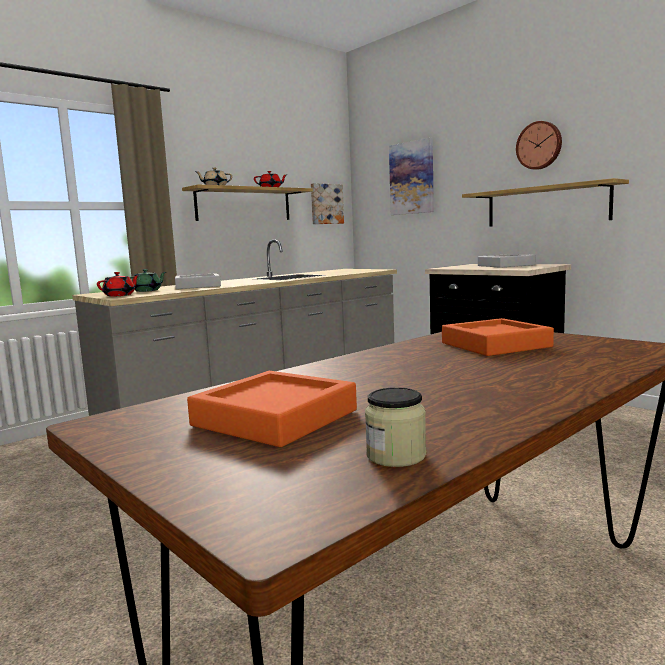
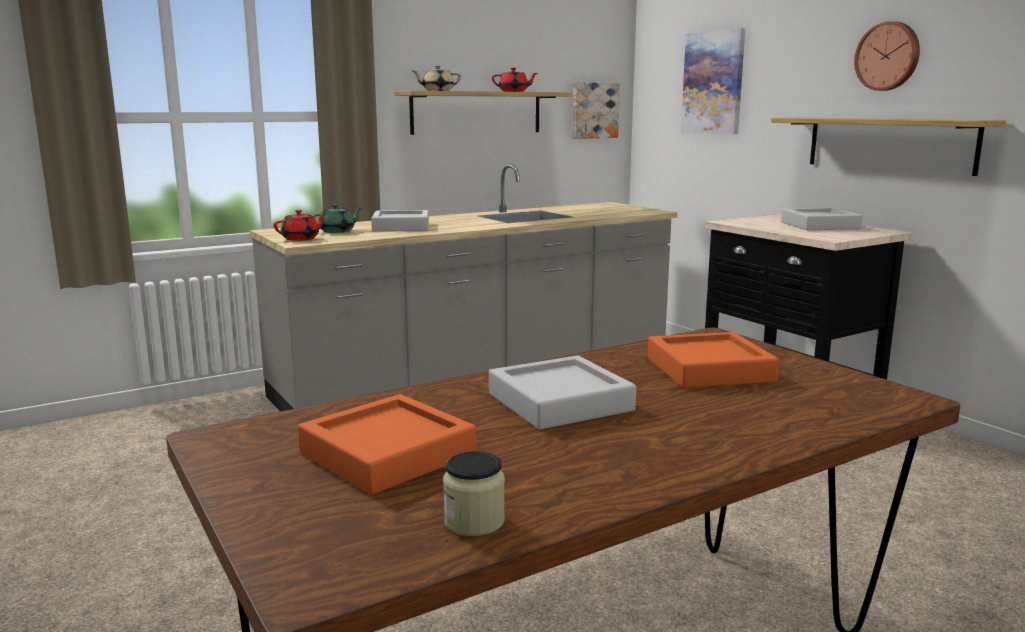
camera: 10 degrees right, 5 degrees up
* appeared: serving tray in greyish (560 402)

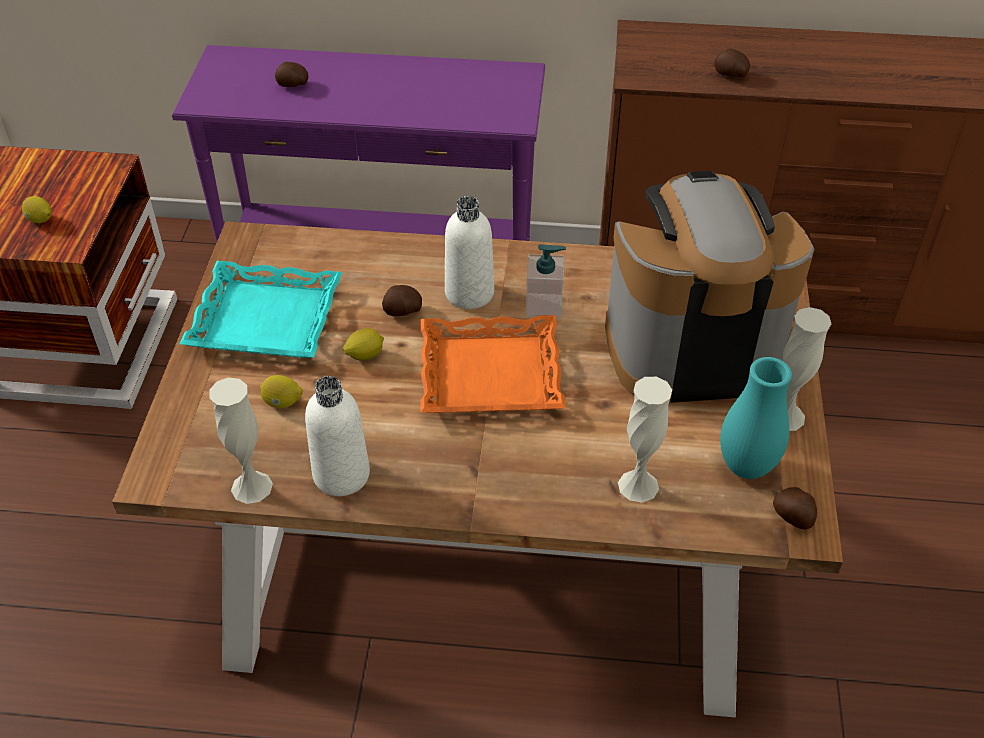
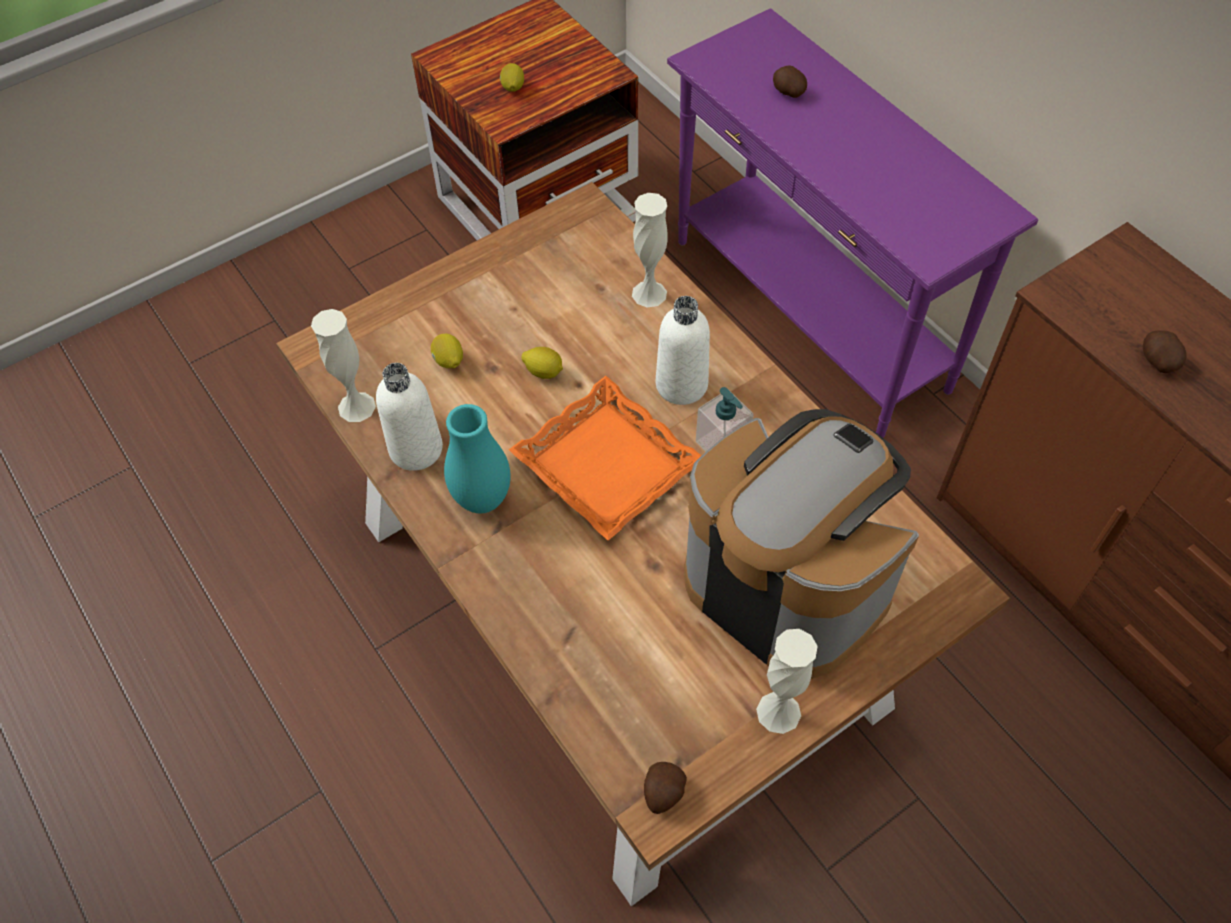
camera: 50 degrees right, 10 degrees up
* relocated: decorative vase in blue-green (746 466) to (482 499)
* relocated: decorative vase in white-coloured (638 485) to (649 293)
* missing: serving tray in blue-green (265 320)
* missing: spud (402 312)

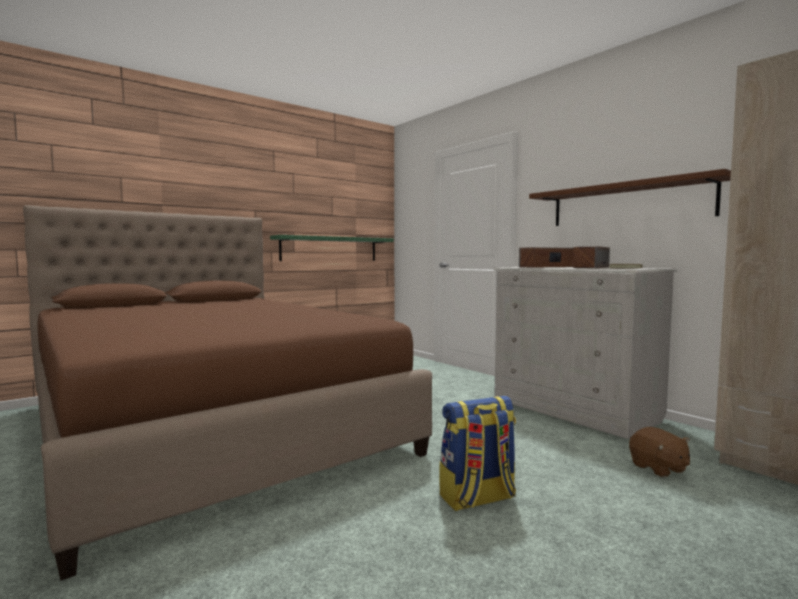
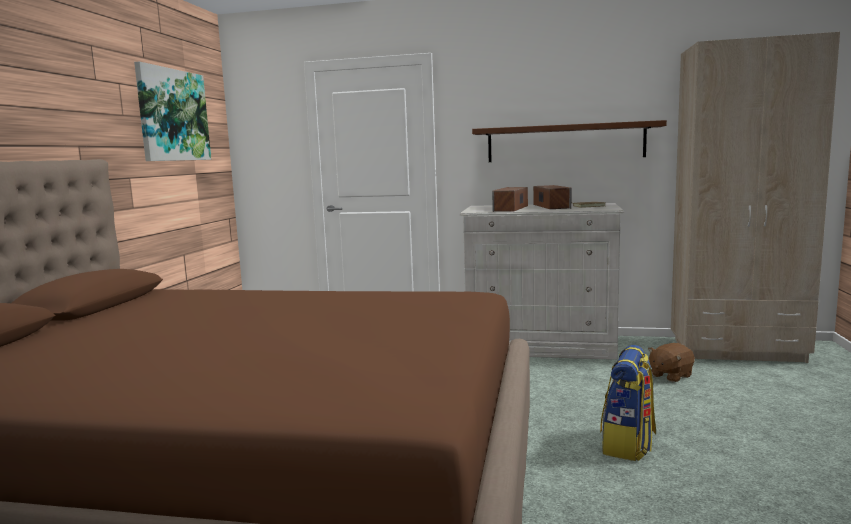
camera: 40 degrees left, 5 degrees up
* appeared: wall picture (173 115)
* spun: cuddly toy in brownish (658 468) = (670 375) 120 degrees clockwise
* missing: shelf in green-coloured (330 249)

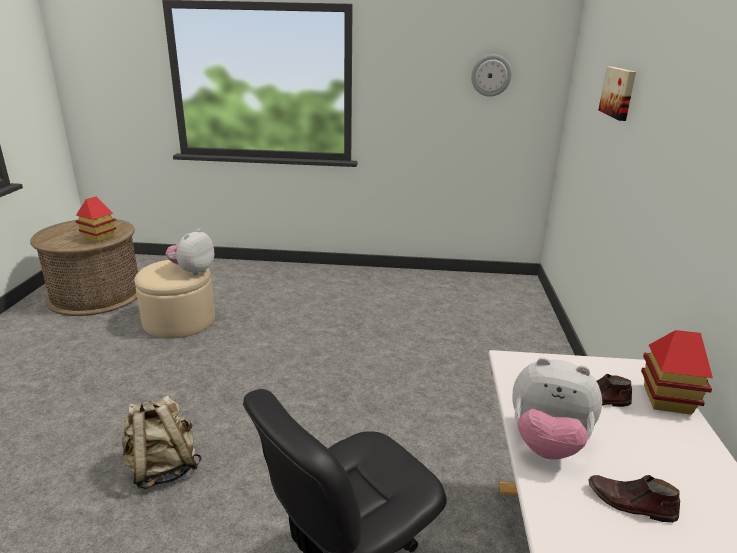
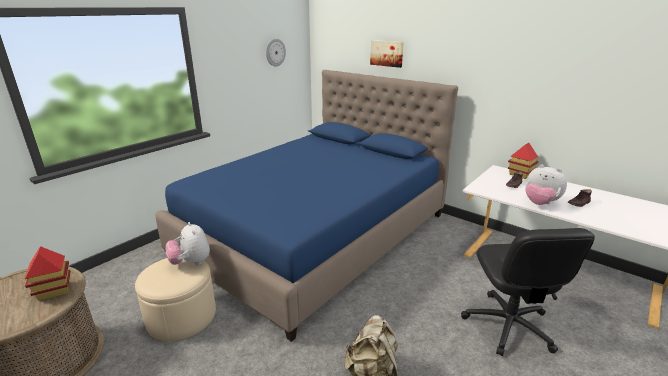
camera: 55 degrees left, 0 degrees up
* appeared: sleeping bed in blue (316 234)
* spun: cuddly toy (547 443) = (540 203) 75 degrees clockwise

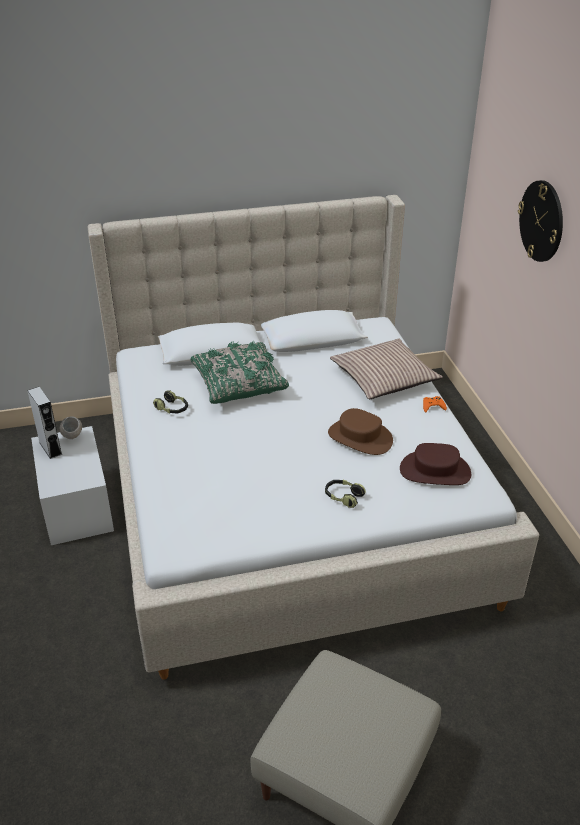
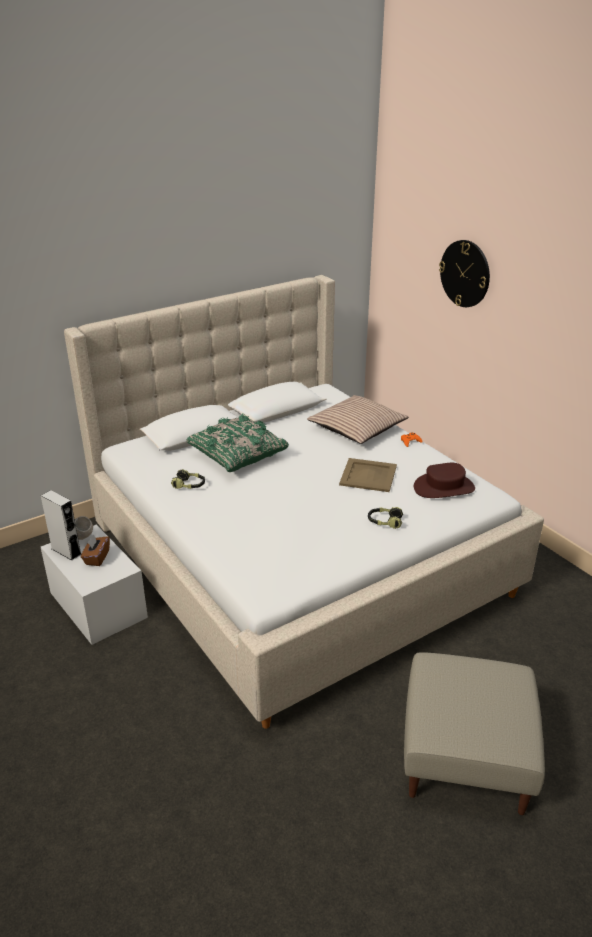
camera: 20 degrees left, 5 degrees down
* appeared: tissue holder in brownish (97 558)
* exchanged: wearable hat in brownish (359 437) to serving tray in sand-coloured (367 475)

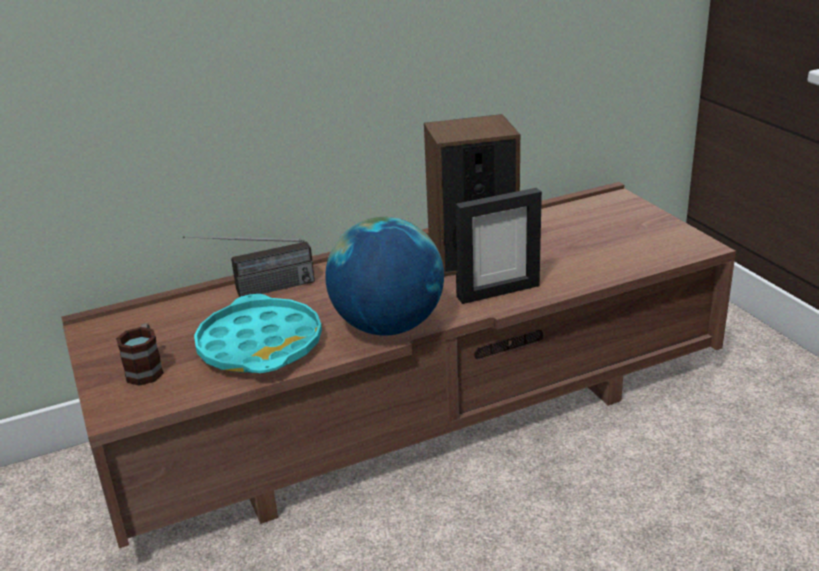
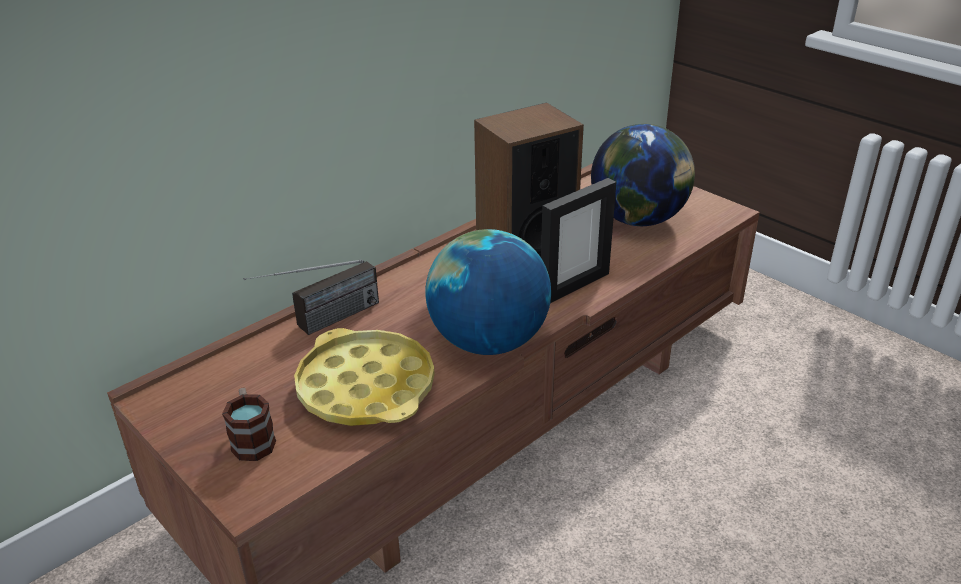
camera: 20 degrees left, 5 degrees up
* colour: serving tray in blue-green (260 345) to serving tray in yellowish (366 387)
* appeared: globe (638 219)

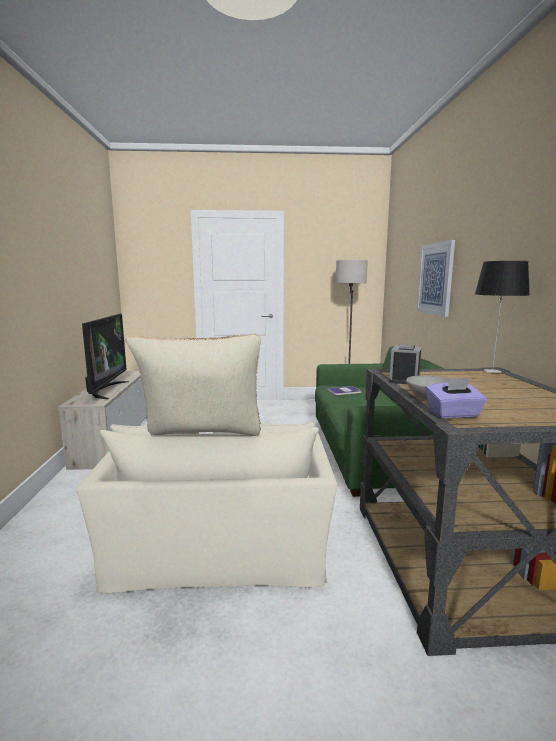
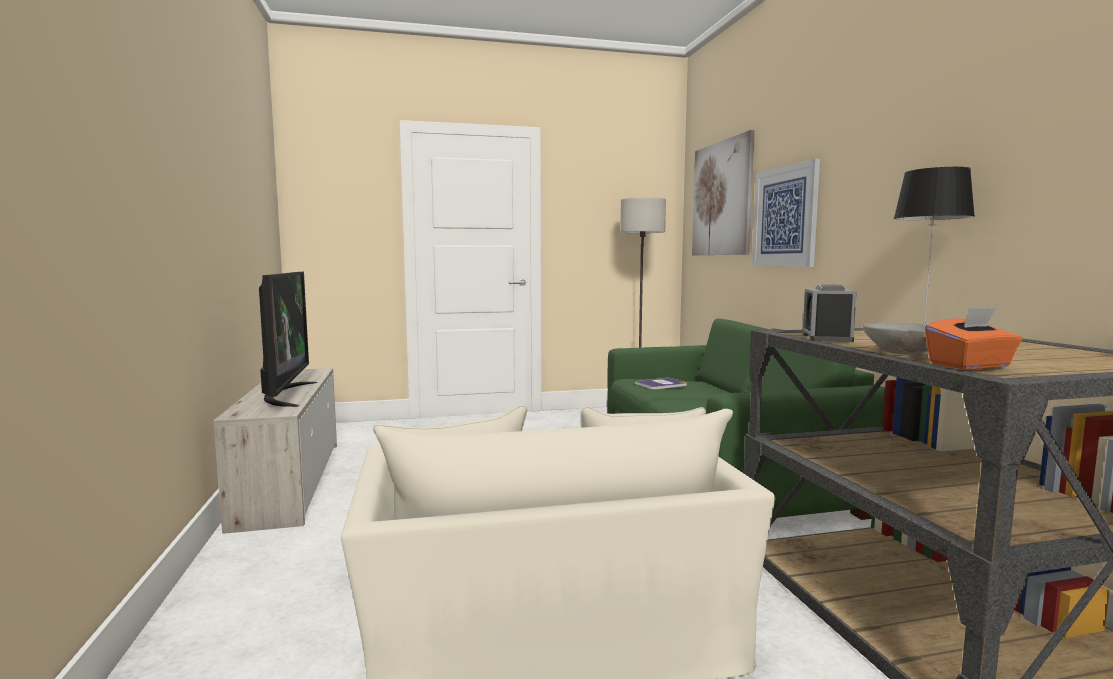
camera: 10 degrees left, 5 degrees down
* appeared: wall picture (721 199)
* colour: tissue holder in purple-coloured (453 414) to tissue holder in orangey (970 366)
* missing: pillow in sand-coloured (201 442)

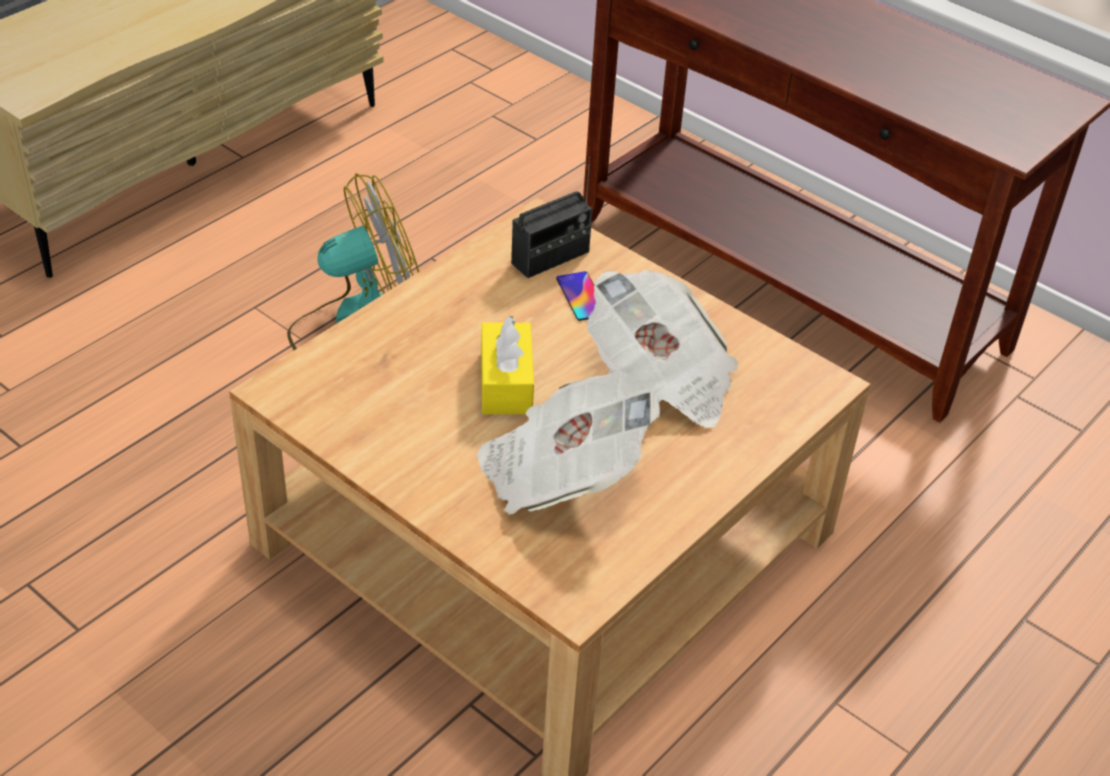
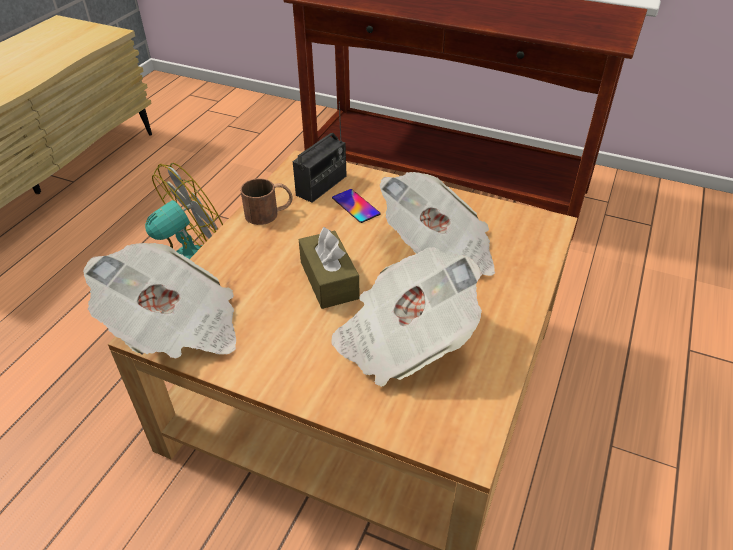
camera: 15 degrees left, 0 degrees up
* appeared: daily paper (176 328)
* appeared: tea mug in brownish (269 213)
* colour: tissue holder in yellowish (506 383) to tissue holder in brownish (329 280)

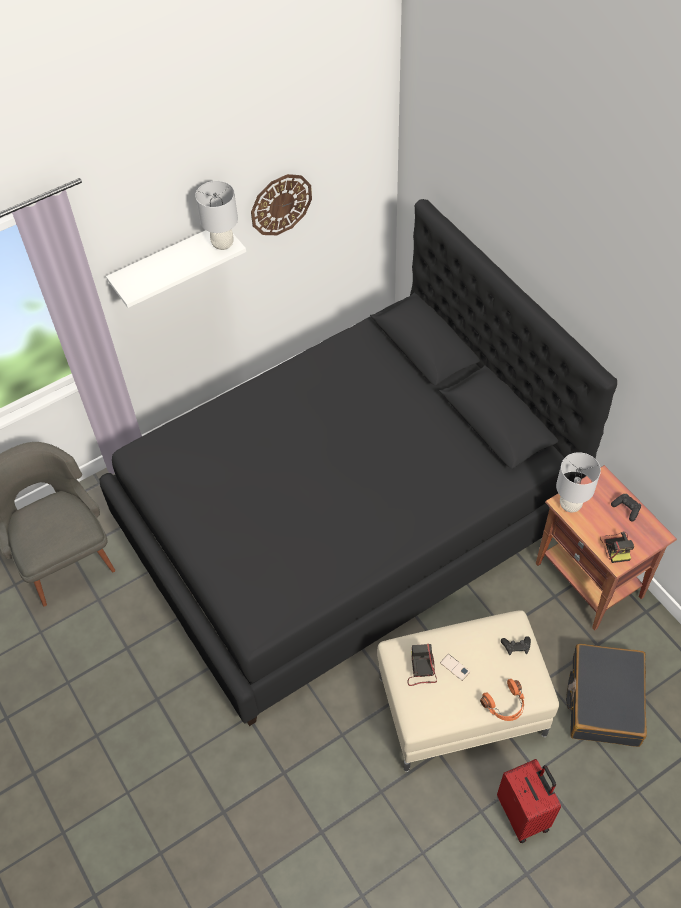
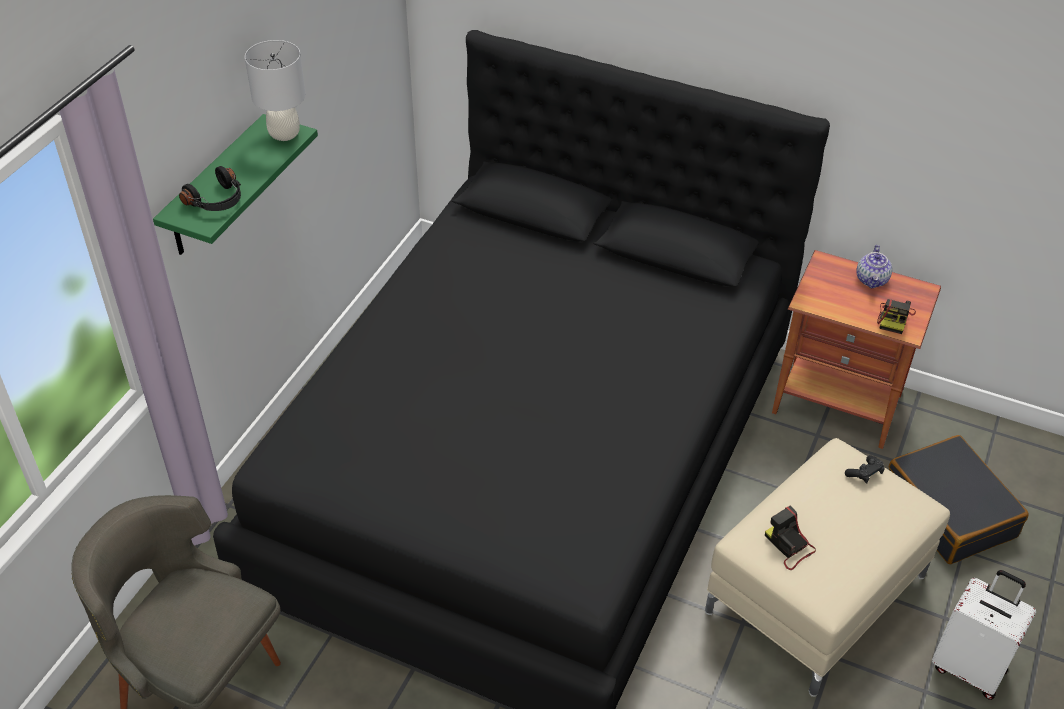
camera: 35 degrees left, 10 degrees down
* colour: shelf in white-coloured (169 264) to shelf in green-coloured (215 188)
* appeared: pair of headphones in blackish (217 201)
* exchanged: gamepad in blackish (626 509) to pot for tea (872 280)
* spun: photo camera (616 547) = (894 318) 60 degrees clockwise
* colour: suitcase in reddish (524 814) to suitcase in white-coloured (969 668)
* missing: hanging clock (281 204)
* missing: telephone (455 667)
* missing: pair of headphones in orangey (505 705)
* missing: tabletop lamp in greyish (571 505)

